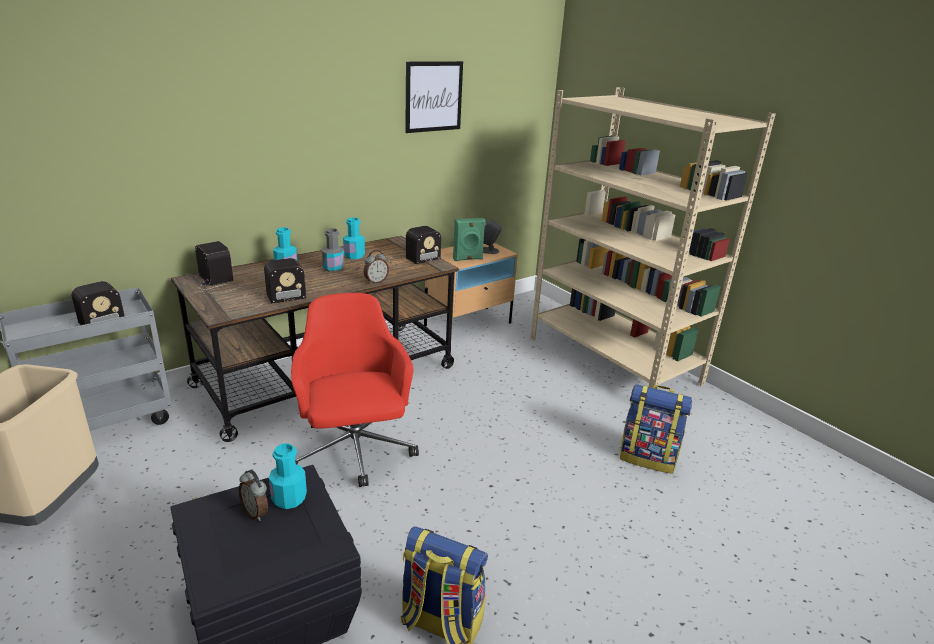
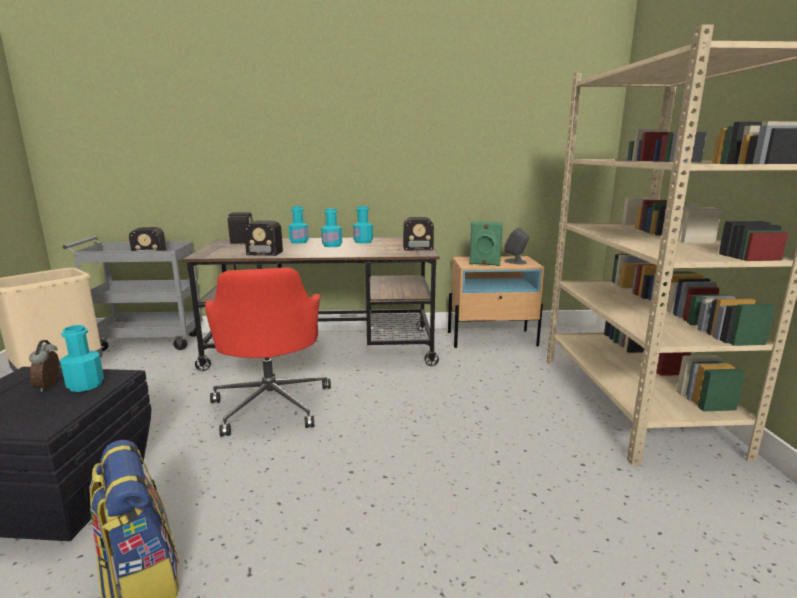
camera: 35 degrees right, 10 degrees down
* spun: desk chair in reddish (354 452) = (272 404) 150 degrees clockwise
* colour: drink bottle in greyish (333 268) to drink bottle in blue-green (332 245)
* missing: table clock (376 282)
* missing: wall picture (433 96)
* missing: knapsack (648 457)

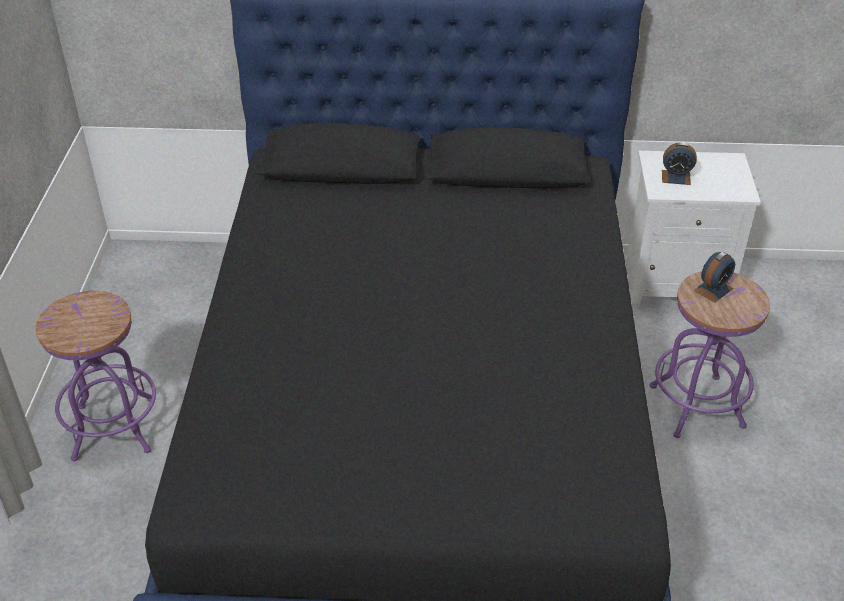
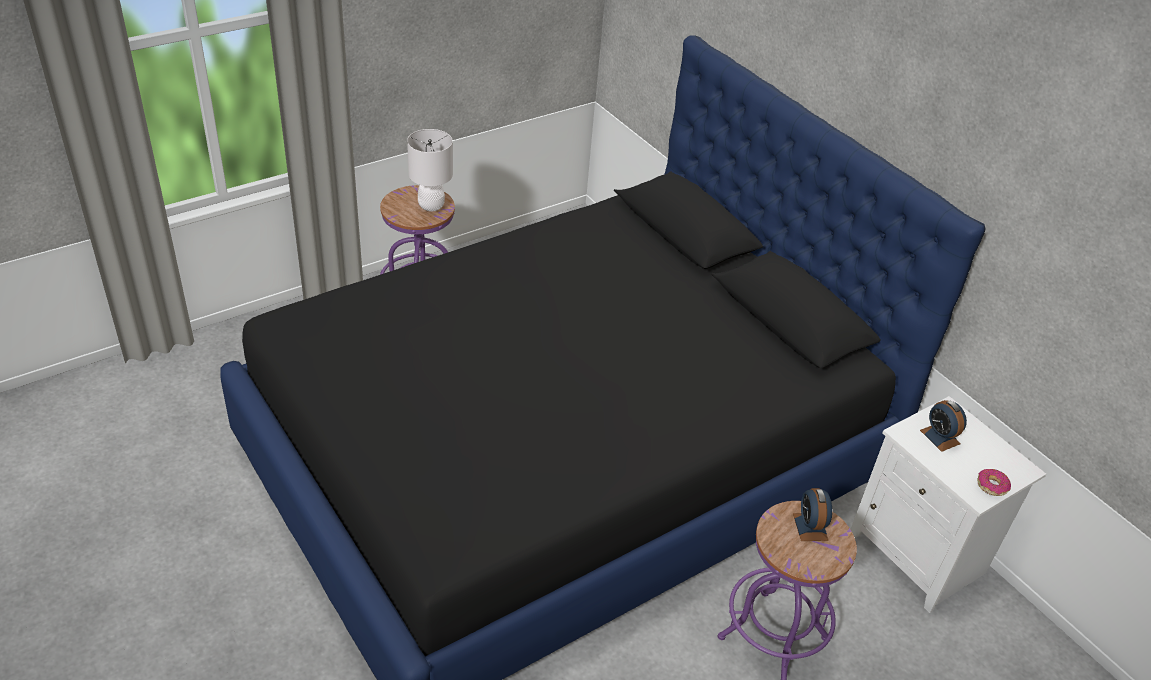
camera: 50 degrees right, 0 degrees up
* appeared: tabletop lamp in white-coloured (432 207)
* spun: table clock (713 289) = (810 527) 75 degrees clockwise
* appeared: ring doughnut (991 486)

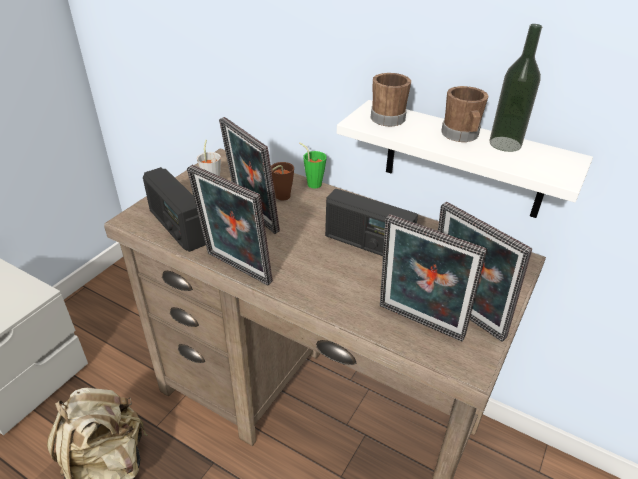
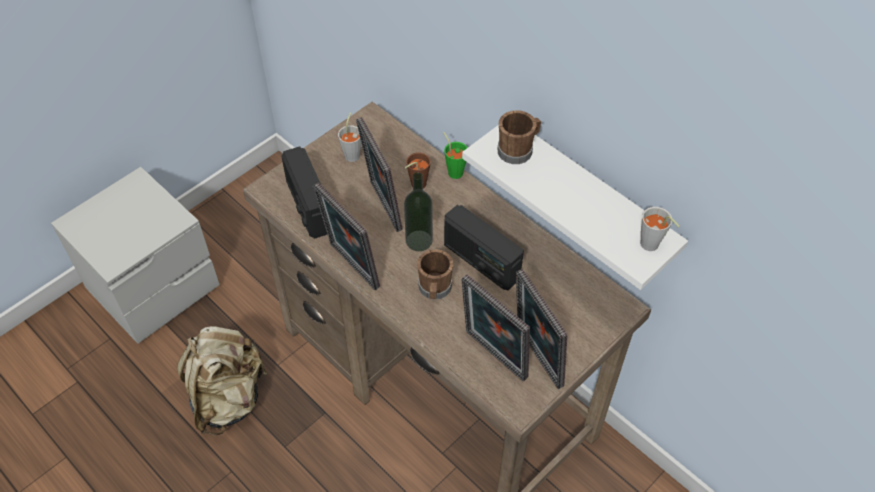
camera: 15 degrees right, 15 degrees up
* relocated: drink bottle (505 144) to (419 240)
* relocated: tea mug in brownish (461 136) to (434 289)
* appeared: drinking cup in greyish (652 247)

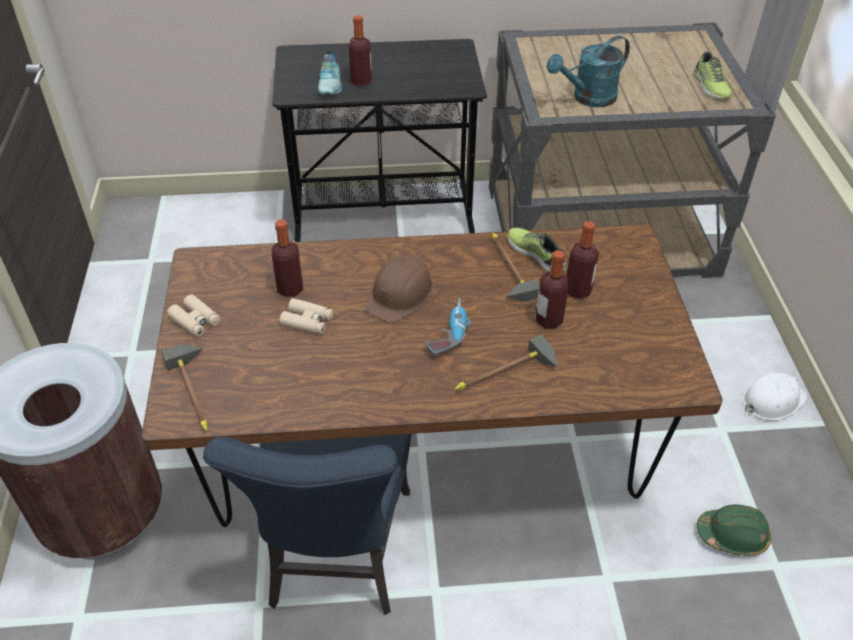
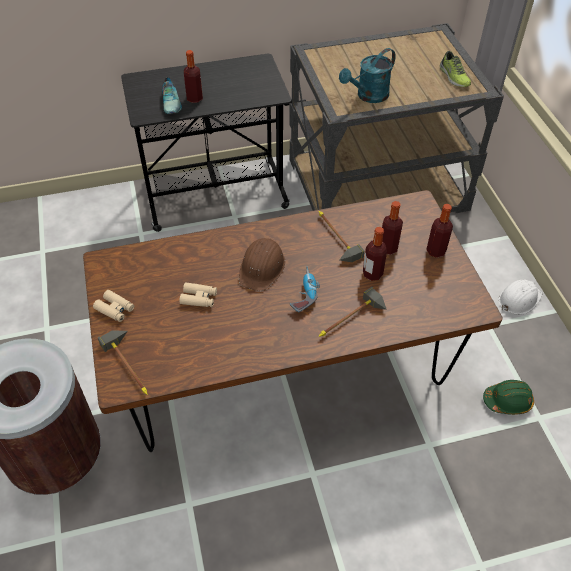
camera: 10 degrees left, 5 degrees up
* relocated: drink bottle (290 289) to (436 251)
* missing: chair in blue (336 556)
* missing: item of footwear (537 254)

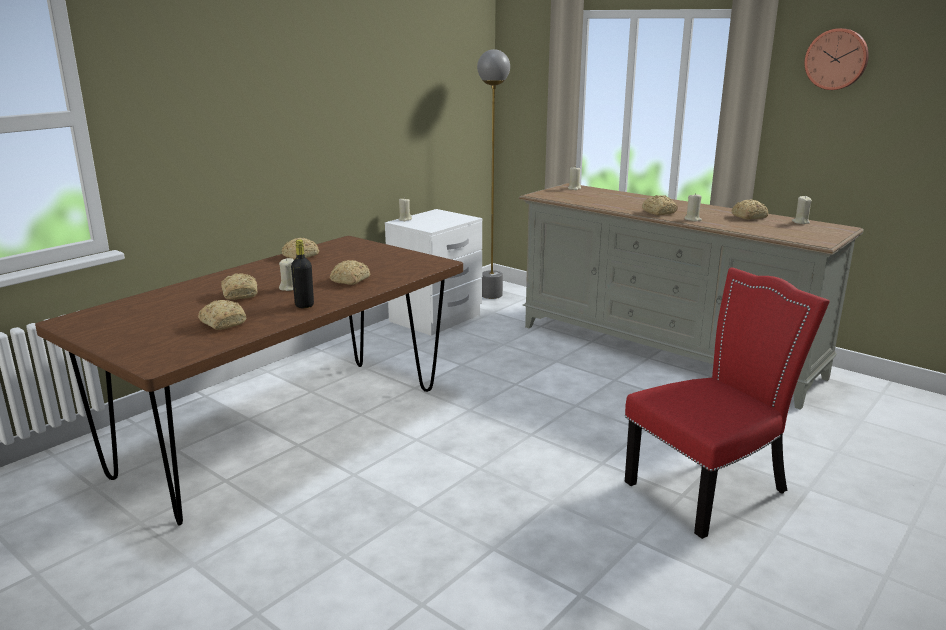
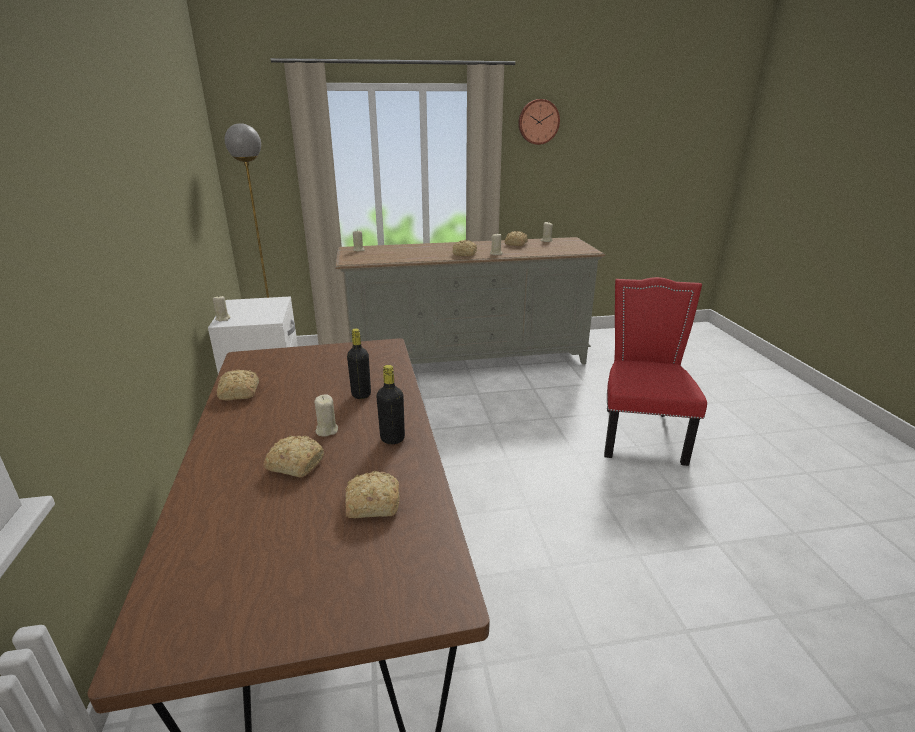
camera: 50 degrees left, 5 degrees up
* exchanged: bread (349 280) to drink bottle in blackish (361 394)

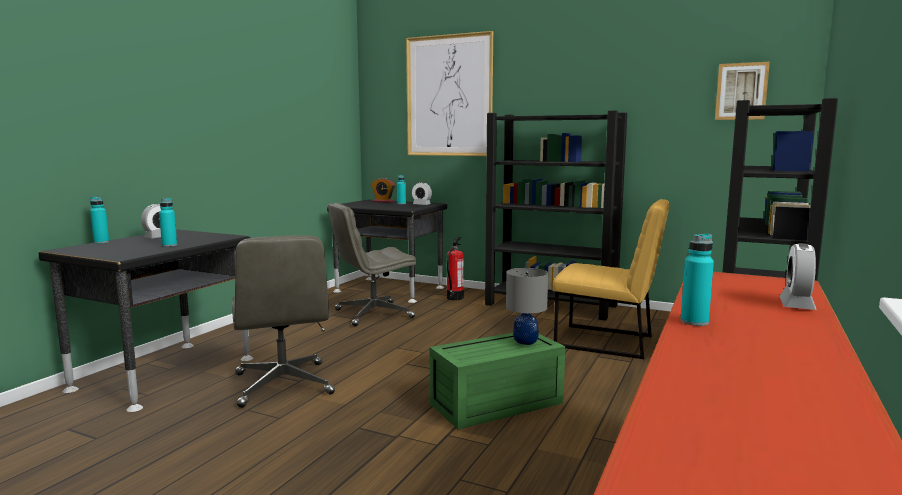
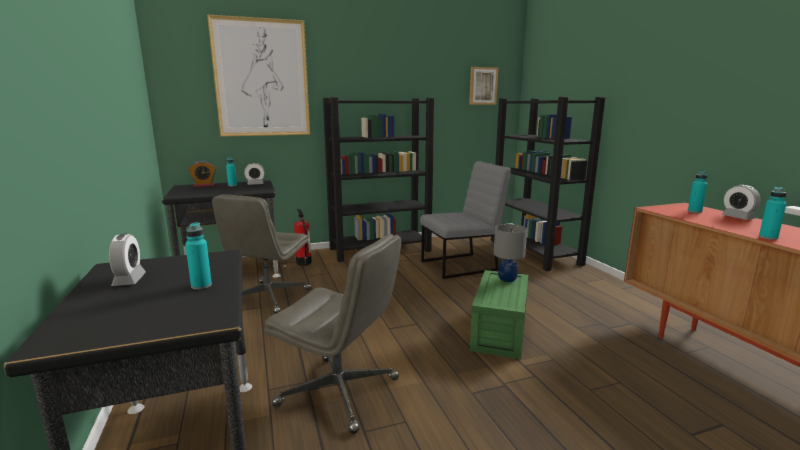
camera: 45 degrees left, 5 degrees up
* colour: chair in yellowish (607 342) to chair in greyish (461 265)
* relocated: drink bottle in blue-green (101 242) to (694 211)

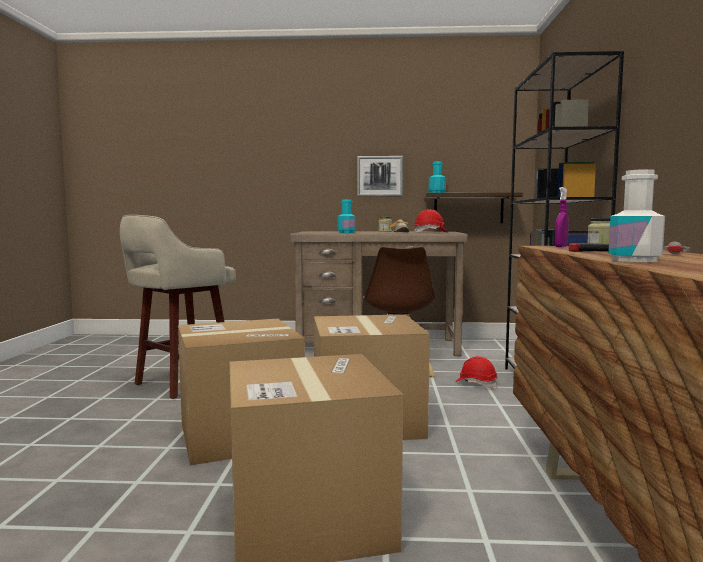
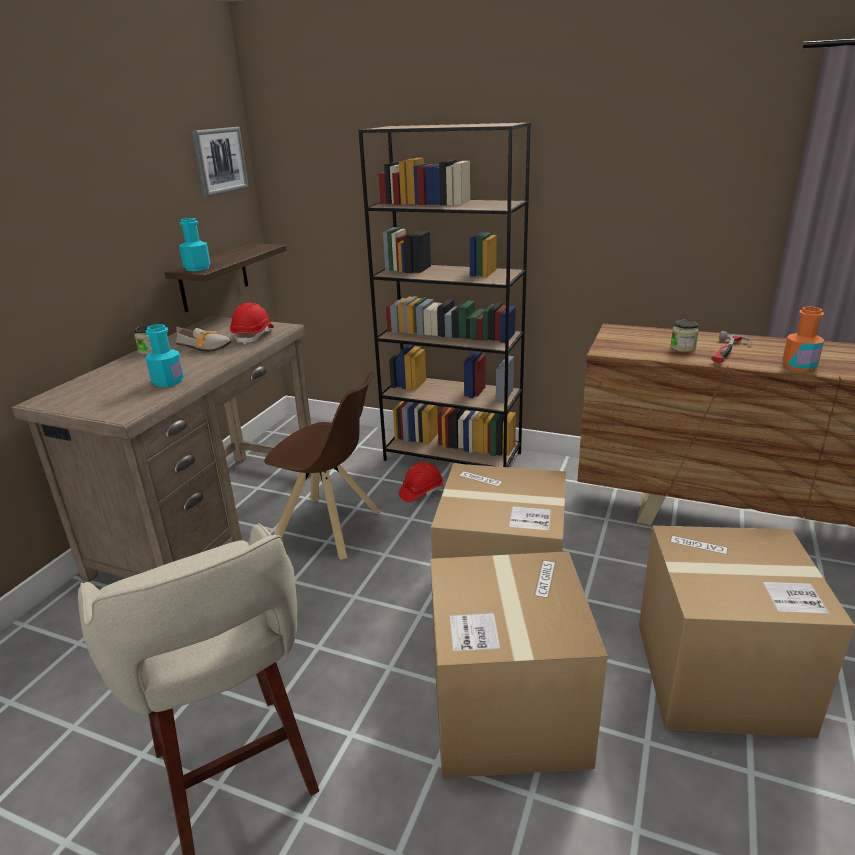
camera: 70 degrees left, 20 degrees up
* relocated: wall picture (380 176) to (219 161)
* colour: drink bottle in white-coloured (634 260) to drink bottle in orangey (799 366)
* missing: hand sprayer in purple-coloured (560 247)

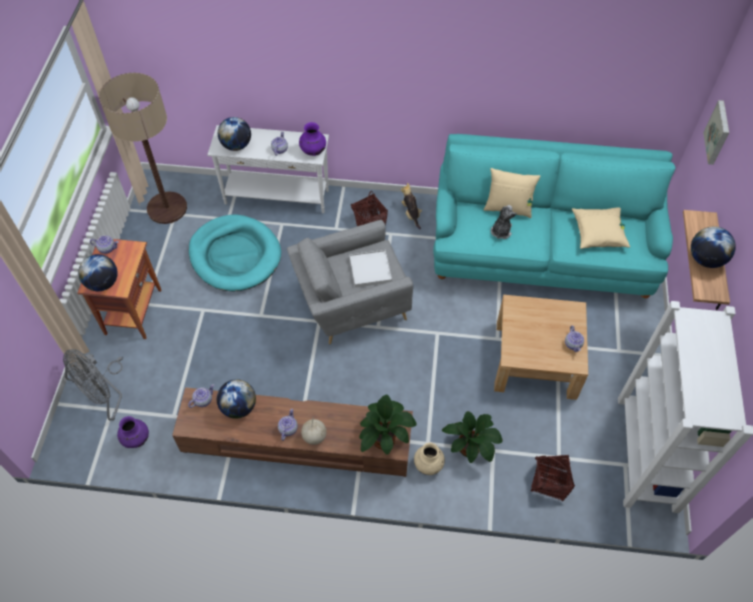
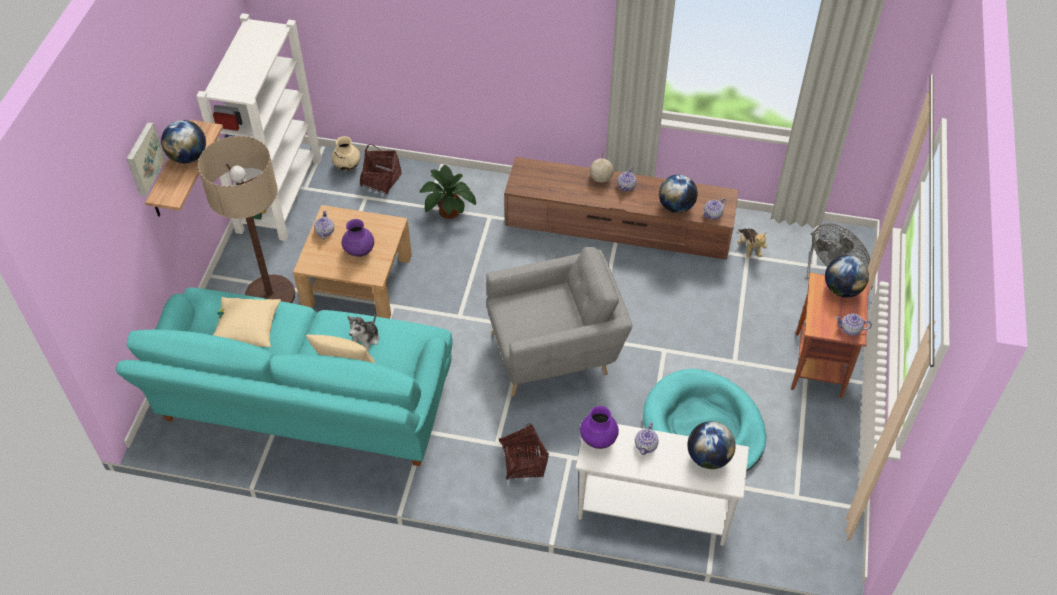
camera: 175 degrees left, 5 degrees down
* relocated: wall picture (718 132) to (143 158)
* relocated: standing lamp (167 208) to (270 296)
* relocated: decorative vase in sand-coloured (428 465) to (347 166)
* relocated: decorative vase in purple-coloured (136 439) to (359 251)
* relocated: cuddly toy (411 214) to (749 248)
* missing: serving tray in white-coloured (370 270)
* missing: houseplant (385 437)

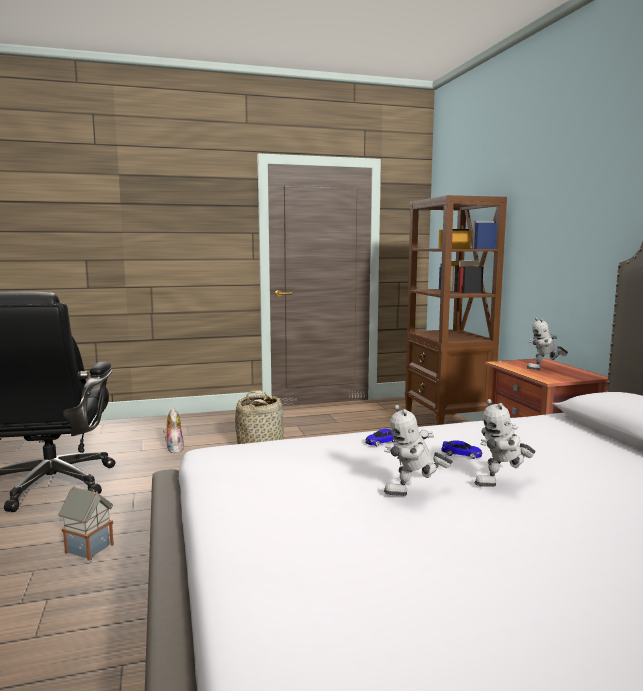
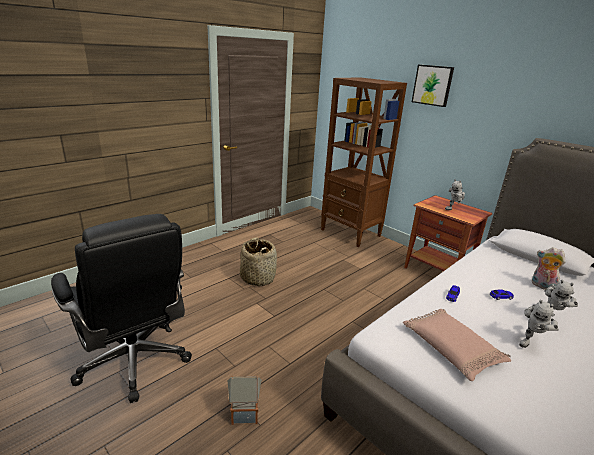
camera: 30 degrees left, 15 degrees up
* appeared: pillow in sand-coloured (452 346)
* appeared: wall picture (432 85)
* relocated: cuddly toy (174 449) to (541 286)

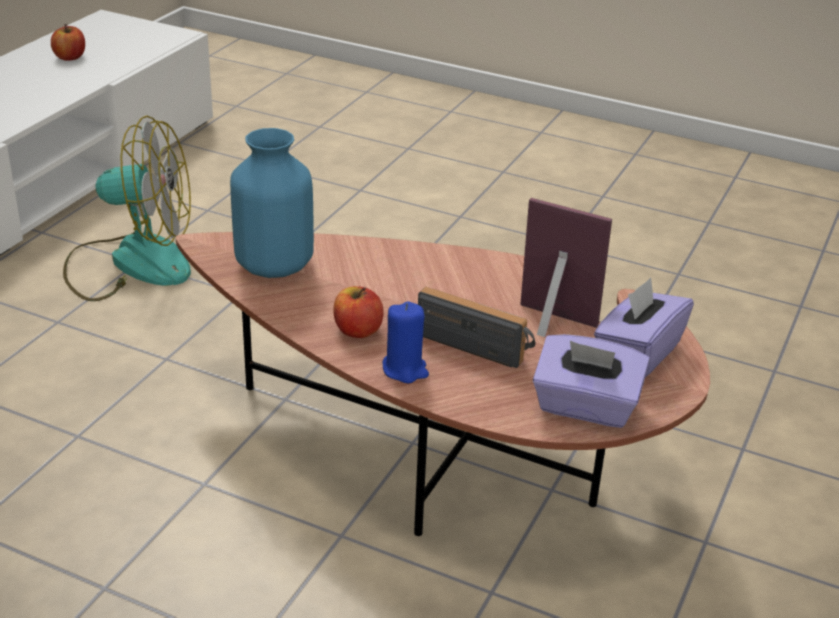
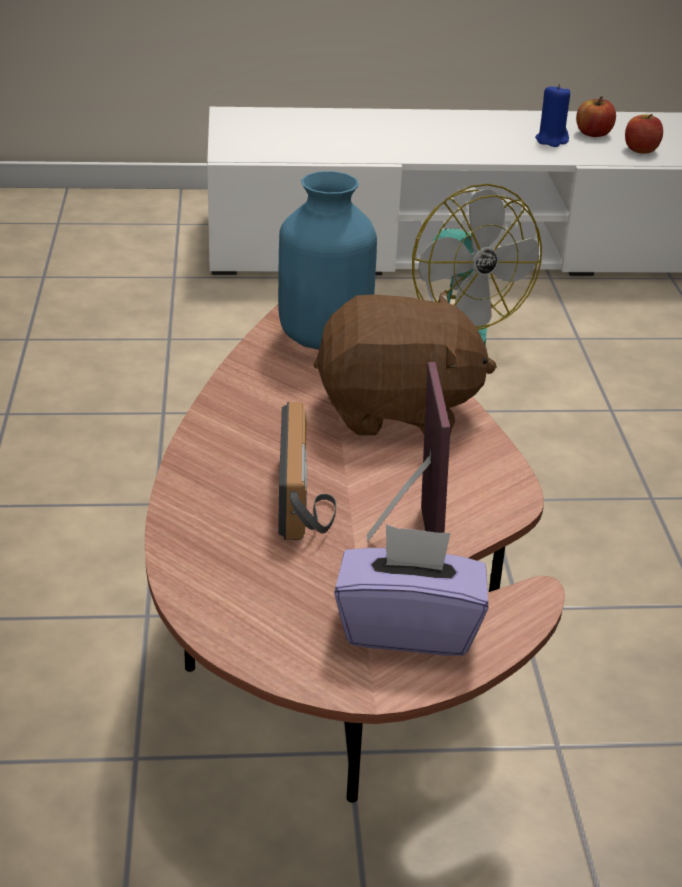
camera: 60 degrees right, 0 degrees up
* appeared: cuddly toy in brownish (397 411)
* relocated: candle in blue (405 369) to (551 140)
* relocated: apple (357 330) to (641 150)
* missing: tissue holder in purple-coloured (585 407)

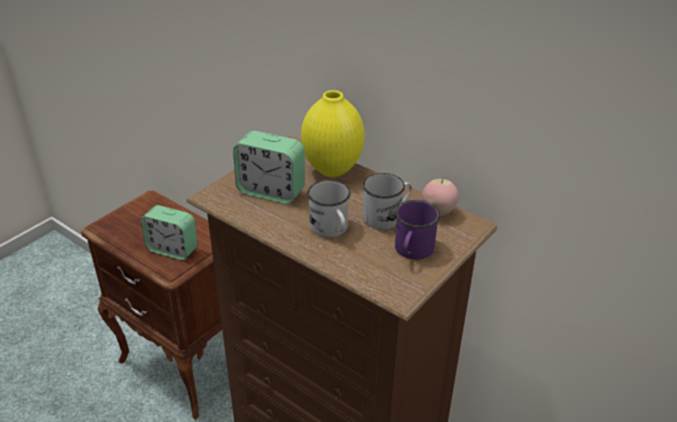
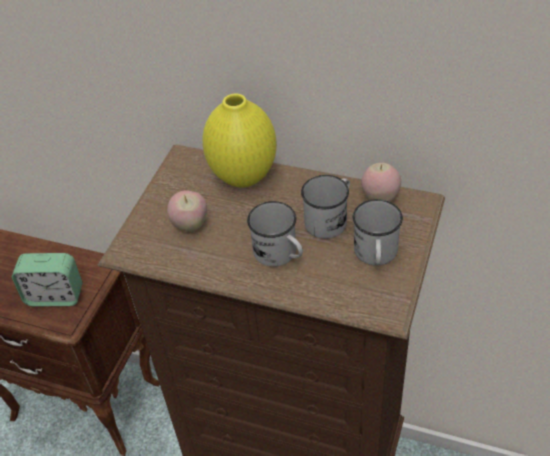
camera: 15 degrees left, 10 degrees up
* exchanged: table clock (271 191) to apple (190 225)
* colour: tea mug in purple-coloured (412 251) to tea mug in white-coloured (376 255)

